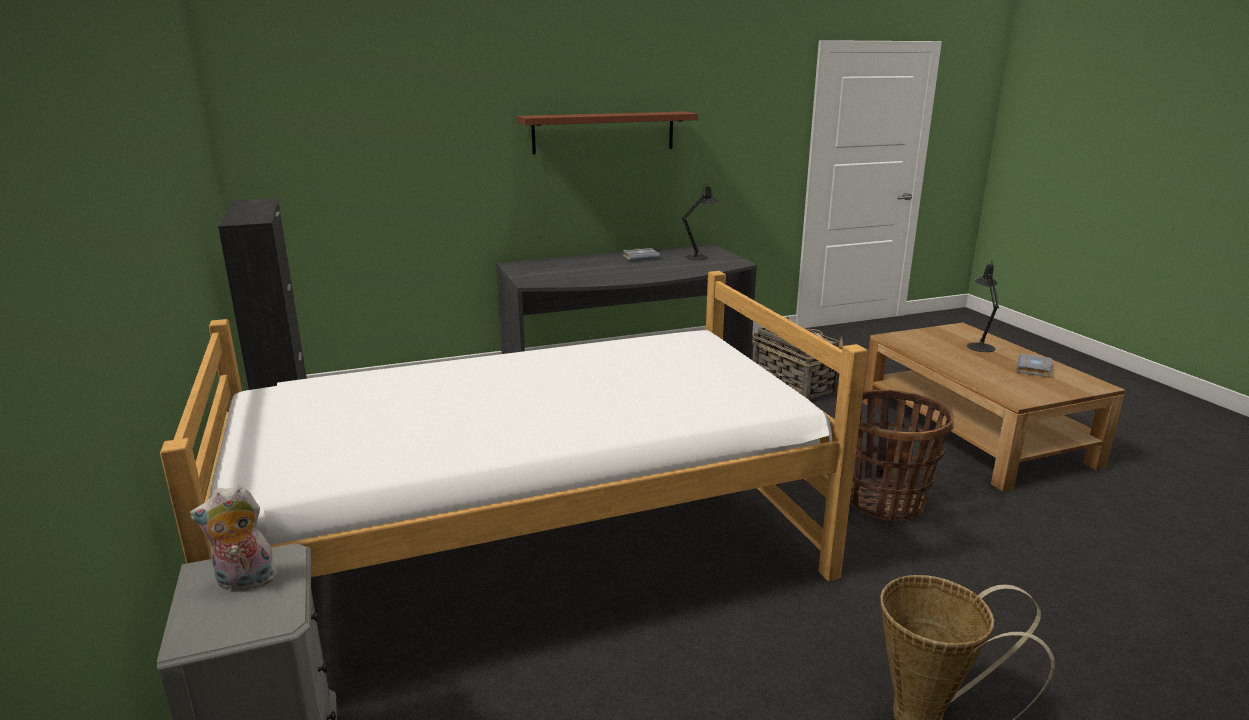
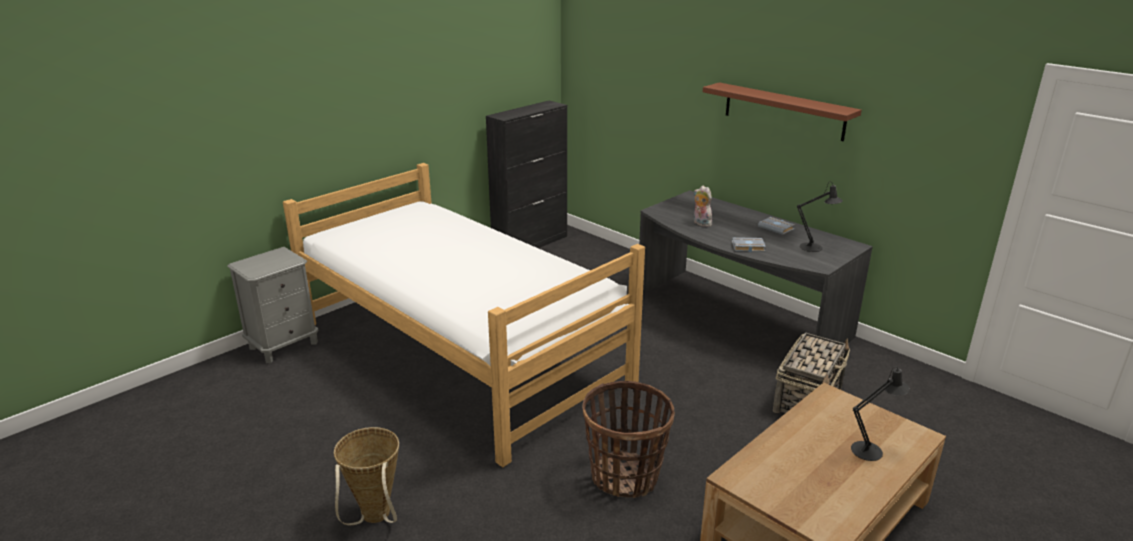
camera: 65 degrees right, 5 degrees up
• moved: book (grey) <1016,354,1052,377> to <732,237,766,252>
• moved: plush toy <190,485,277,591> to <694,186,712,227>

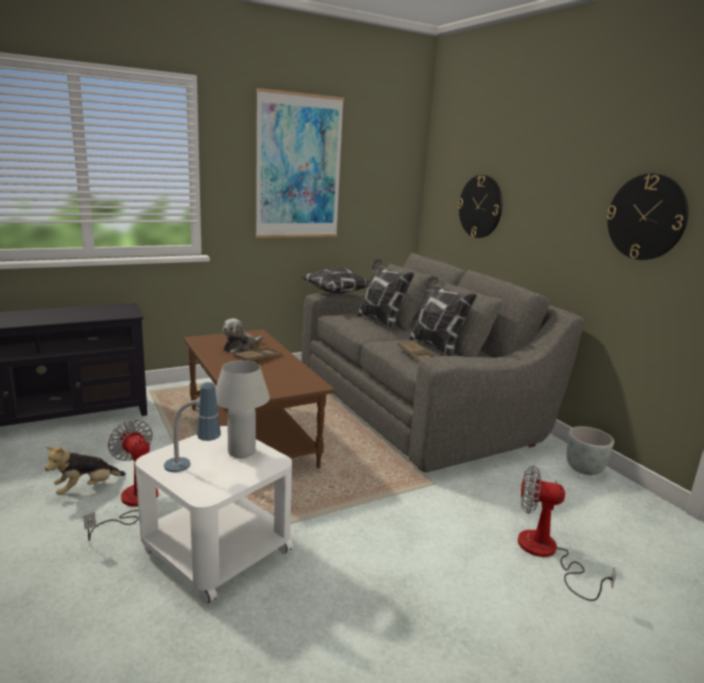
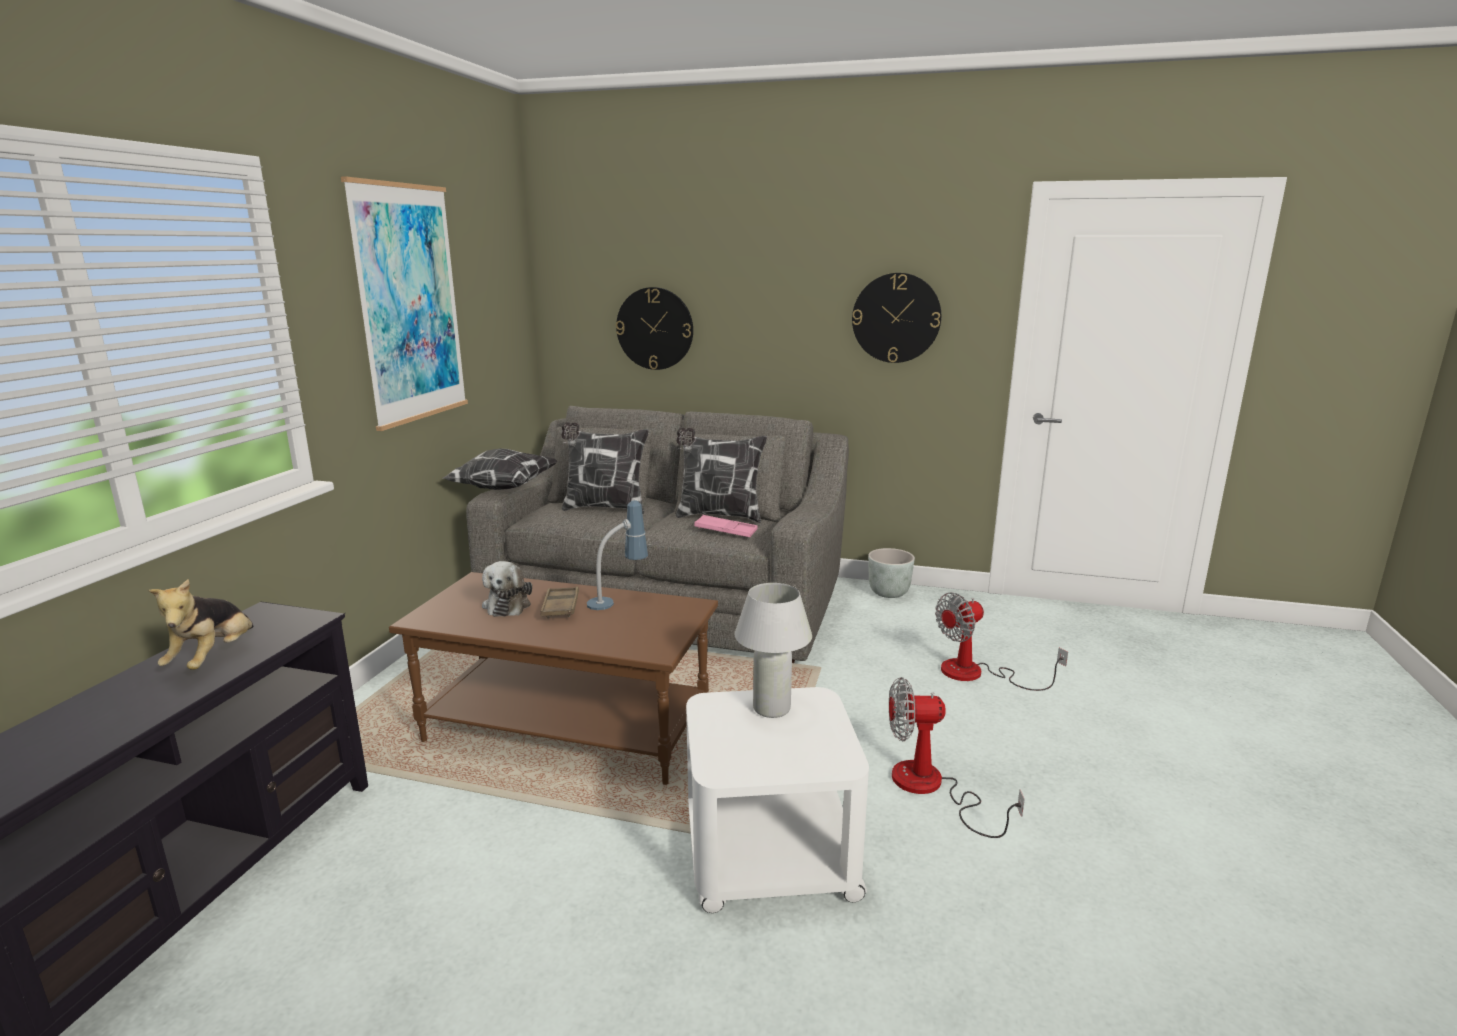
camera: 45 degrees left, 0 degrees up
• recoloured: tray (brown) <398,341,435,362> to tray (pink) <694,515,758,537>
• moved: table lamp <164,382,221,472> to <587,500,648,610>
• moved: fan <83,419,158,541> to <889,677,1025,838>
• moved: plush toy <45,447,126,495> to <149,579,253,670>

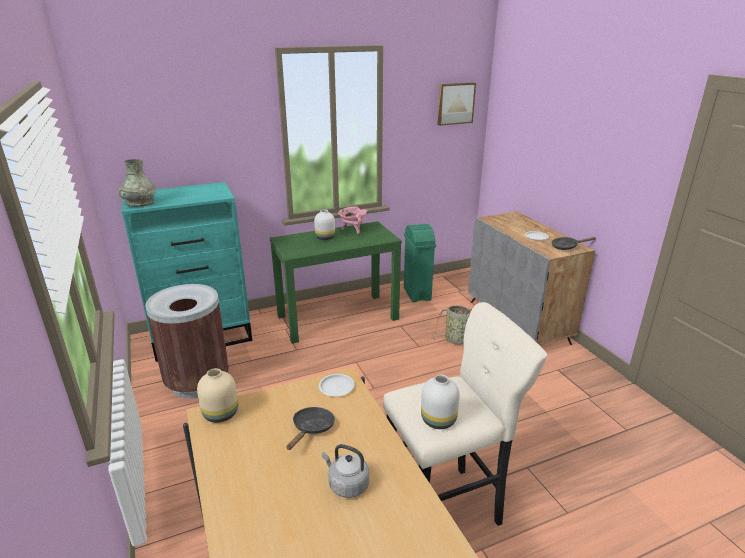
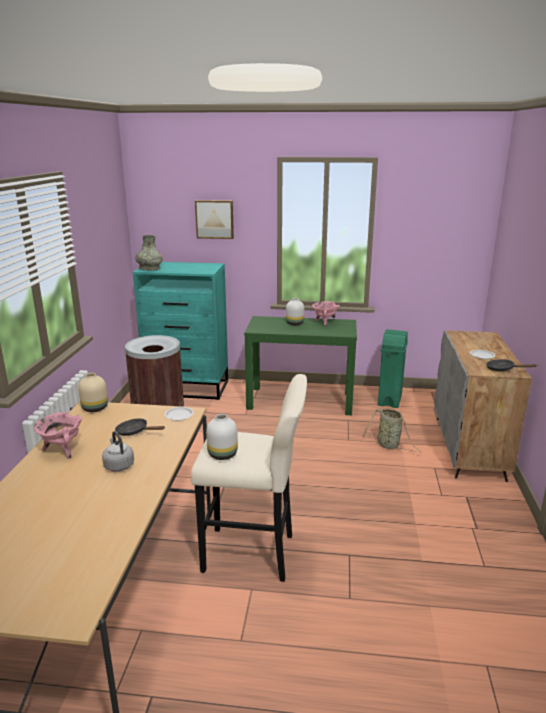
camera: 30 degrees right, 5 degrees down
• moved: picture <437,82,476,126> to <195,200,234,239>
• turned: frying pan (black) <287,407,335,450> = <115,418,165,436> 120 degrees counterclockwise
• added: cooking pot (pink) <34,412,82,459>

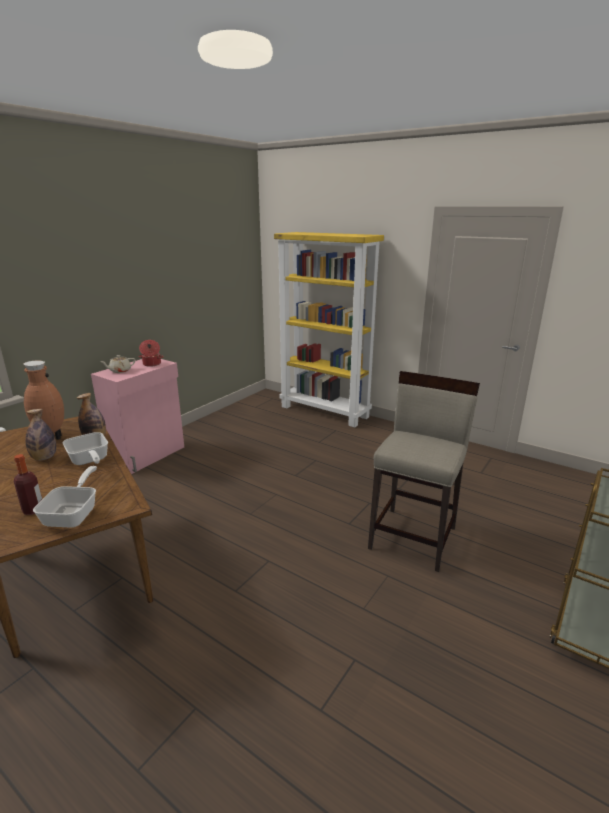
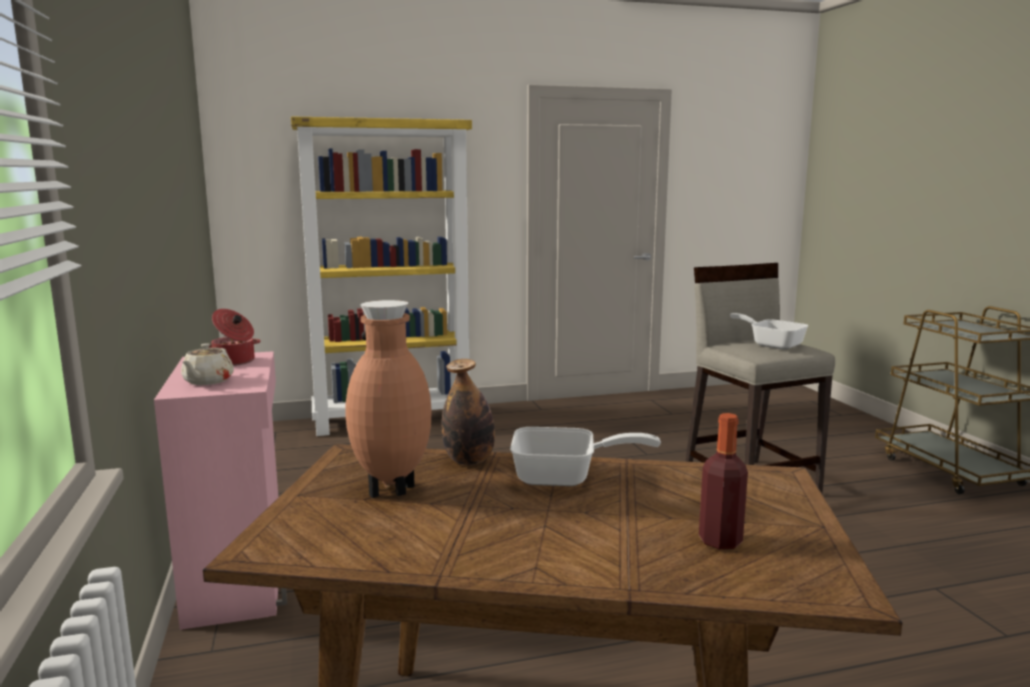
camera: 50 degrees left, 10 degrees down
• removed: bottle <25,409,56,460>
• moved: frying pan <33,466,97,528> to <730,313,808,349>

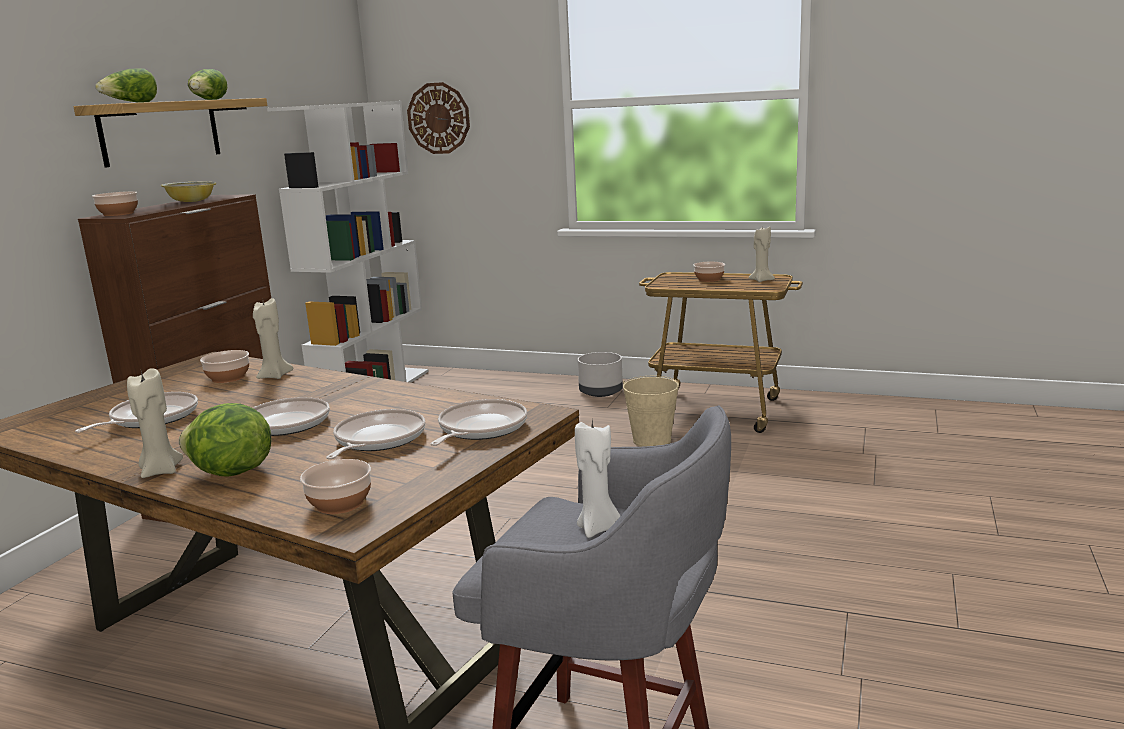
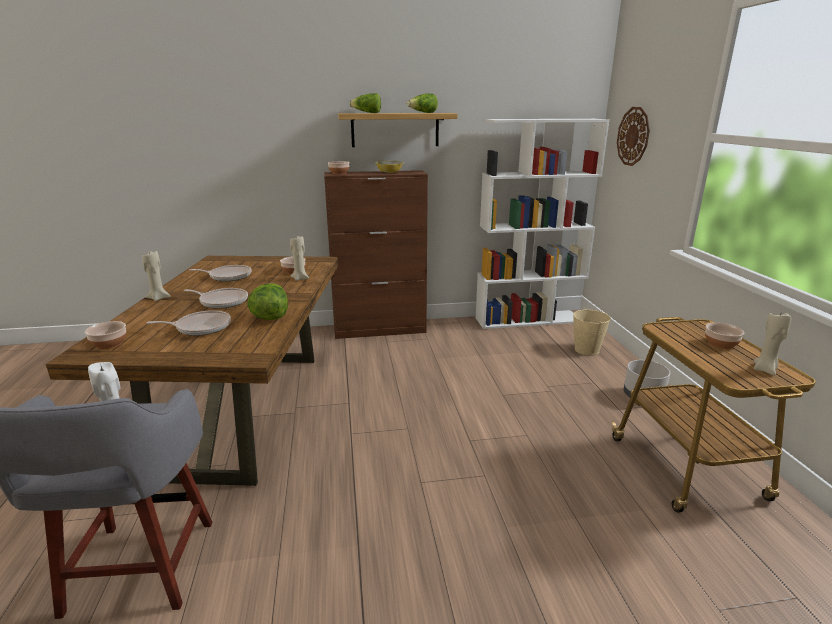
camera: 60 degrees right, 5 degrees up
• moved: bucket (beige) <623,376,679,447> to <573,308,611,356>
• removed: frying pan <431,399,527,446>
• moved: lettuce <179,403,272,477> to <247,283,288,320>

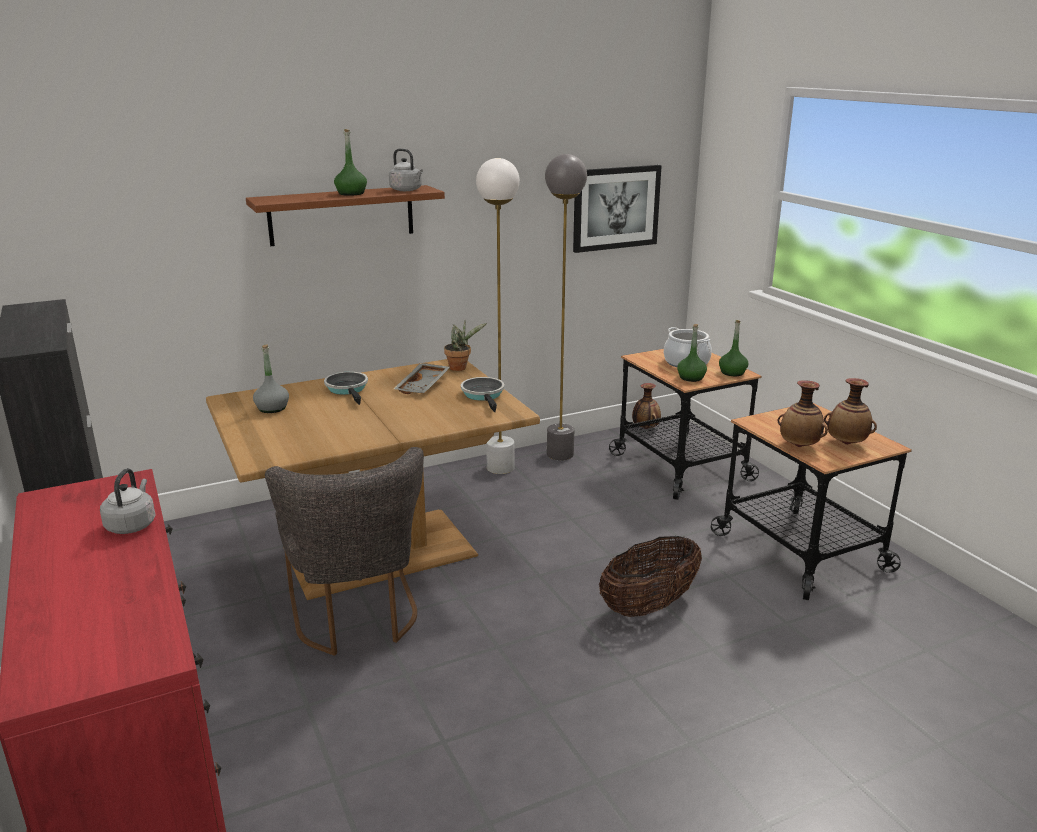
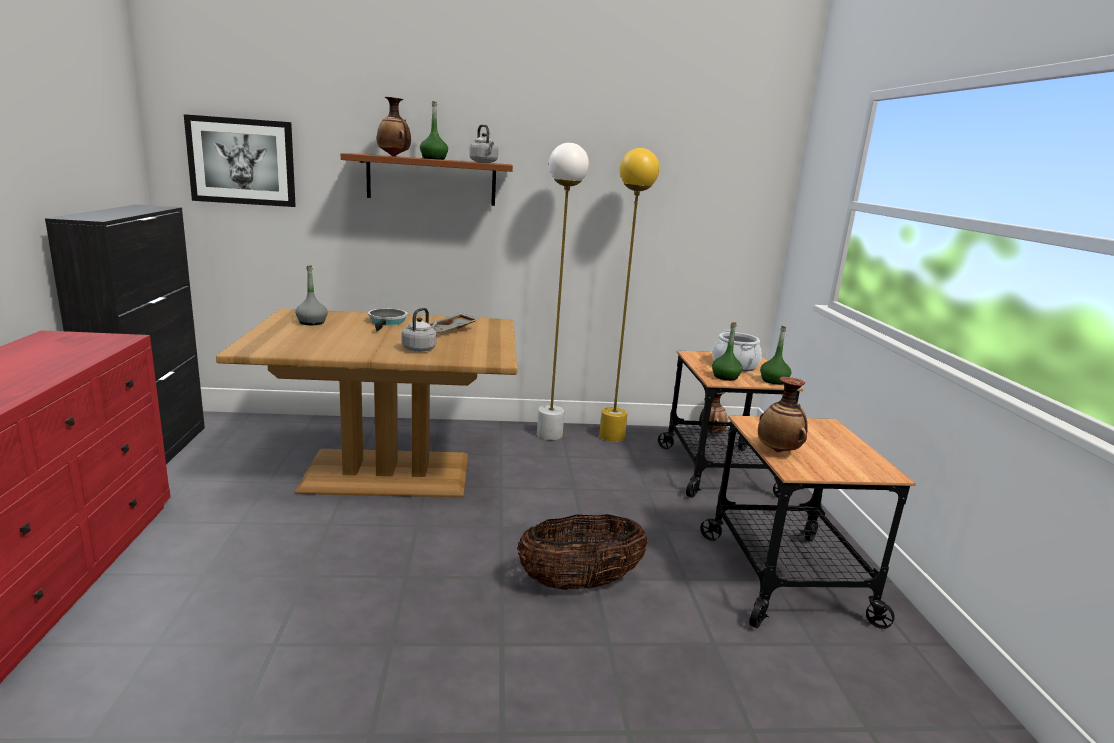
camera: 20 degrees right, 5 degrees down
• recoloured: floor lamp (grey) <545,154,587,461> to floor lamp (yellow) <599,148,660,442>
• moved: picture <573,165,662,253> to <184,114,296,207>
• removed: potted plant <444,320,487,371>
• removed: frying pan <461,377,505,412>
• moved: vase <824,378,877,445> to <377,97,411,156>
• removed: chair (grey) <265,447,424,656>
• moved: kettle (grey) <100,468,156,534> to <402,308,437,352>

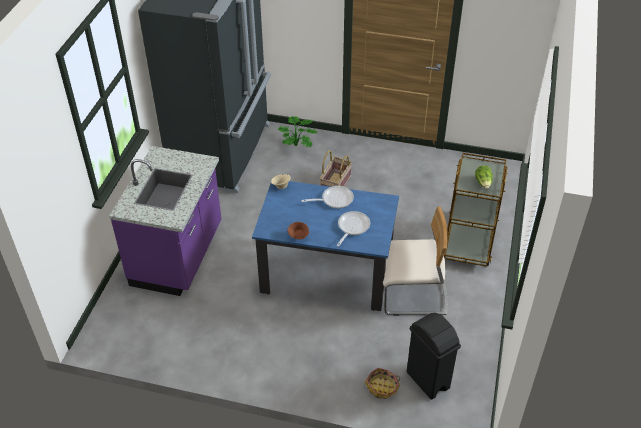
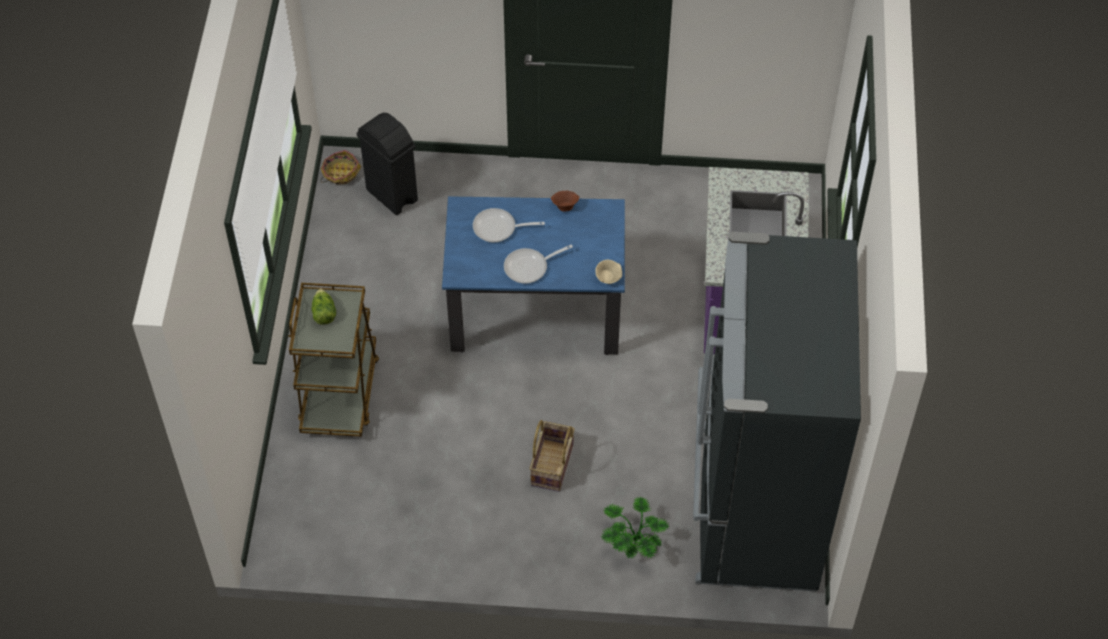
camera: 170 degrees right, 10 degrees up
• removed: chair (beige) <383,206,448,315>
• turned: frying pan <337,211,370,247> = <473,208,545,243> 75 degrees clockwise
• moved: basket <364,368,400,399> to <320,150,361,185>

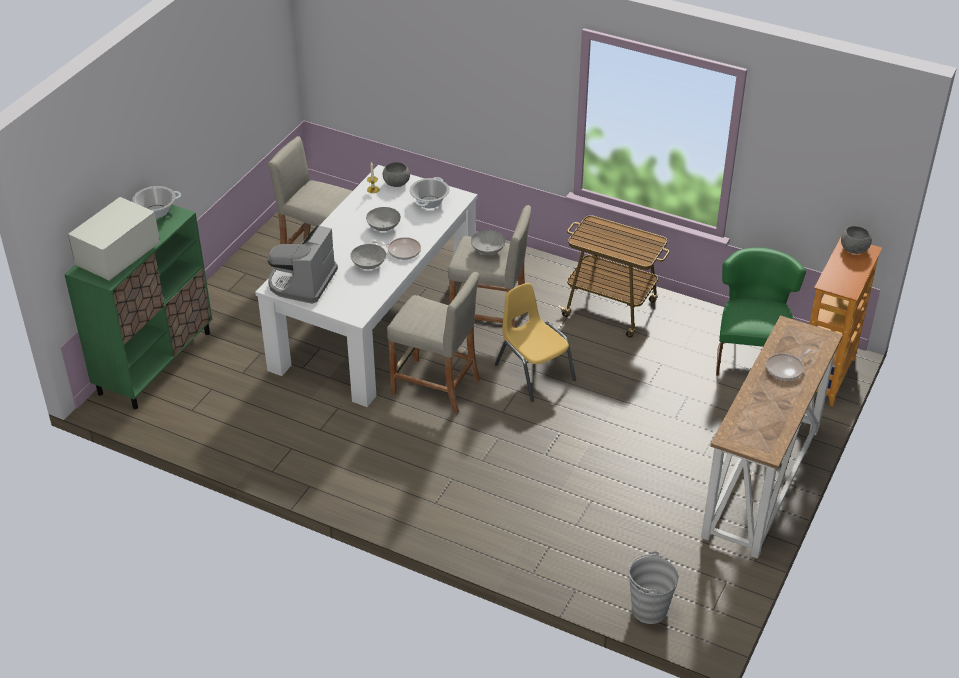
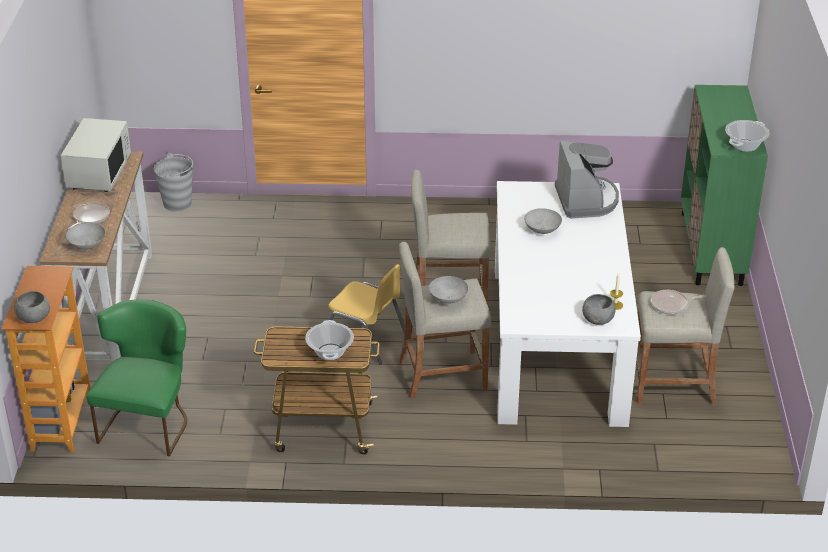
camera: 155 degrees right, 5 degrees down
• moved: cooking pot <410,177,450,208> to <305,320,354,360>
• moved: microwave (white) <68,197,160,281> to <61,118,131,192>
• moved: bowl (grey) <366,207,401,231> to <66,223,105,250>
• moved: frying pan <372,237,421,260> to <651,290,706,314>
• turned: chair (green) <716,247,806,376> = <86,300,187,456> 150 degrees counterclockwise

